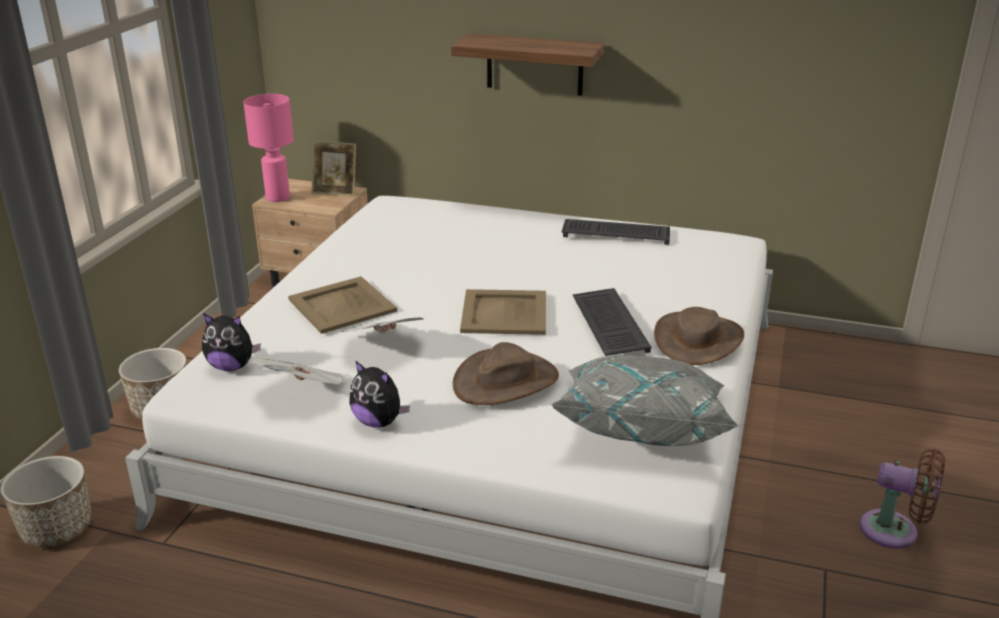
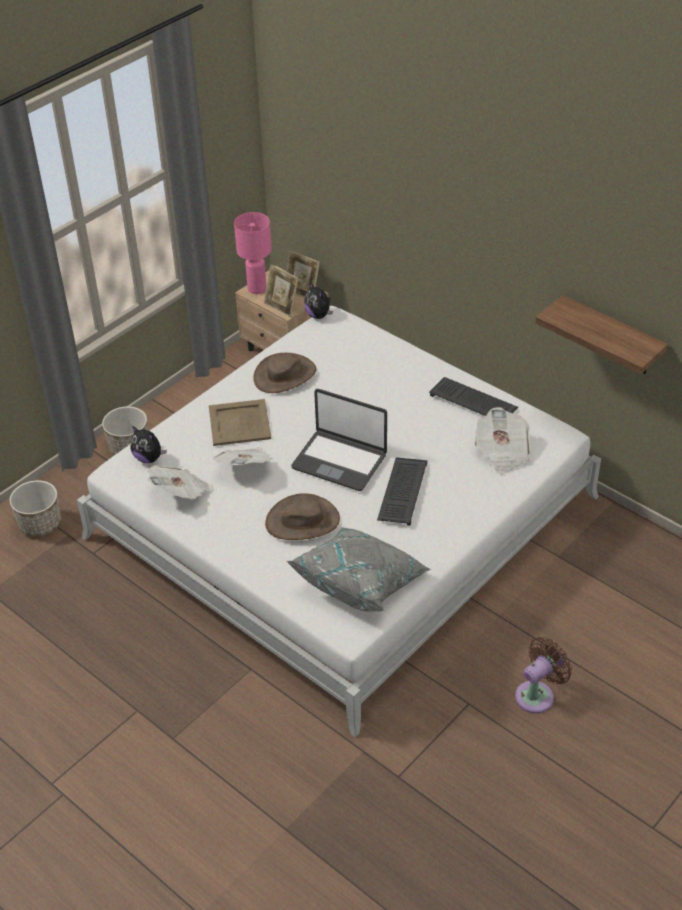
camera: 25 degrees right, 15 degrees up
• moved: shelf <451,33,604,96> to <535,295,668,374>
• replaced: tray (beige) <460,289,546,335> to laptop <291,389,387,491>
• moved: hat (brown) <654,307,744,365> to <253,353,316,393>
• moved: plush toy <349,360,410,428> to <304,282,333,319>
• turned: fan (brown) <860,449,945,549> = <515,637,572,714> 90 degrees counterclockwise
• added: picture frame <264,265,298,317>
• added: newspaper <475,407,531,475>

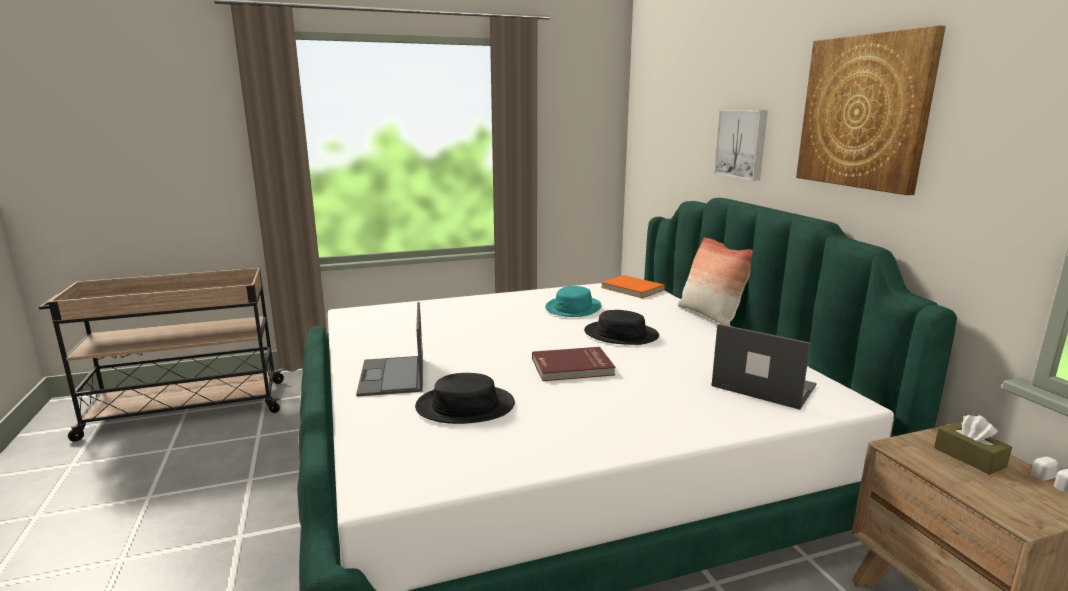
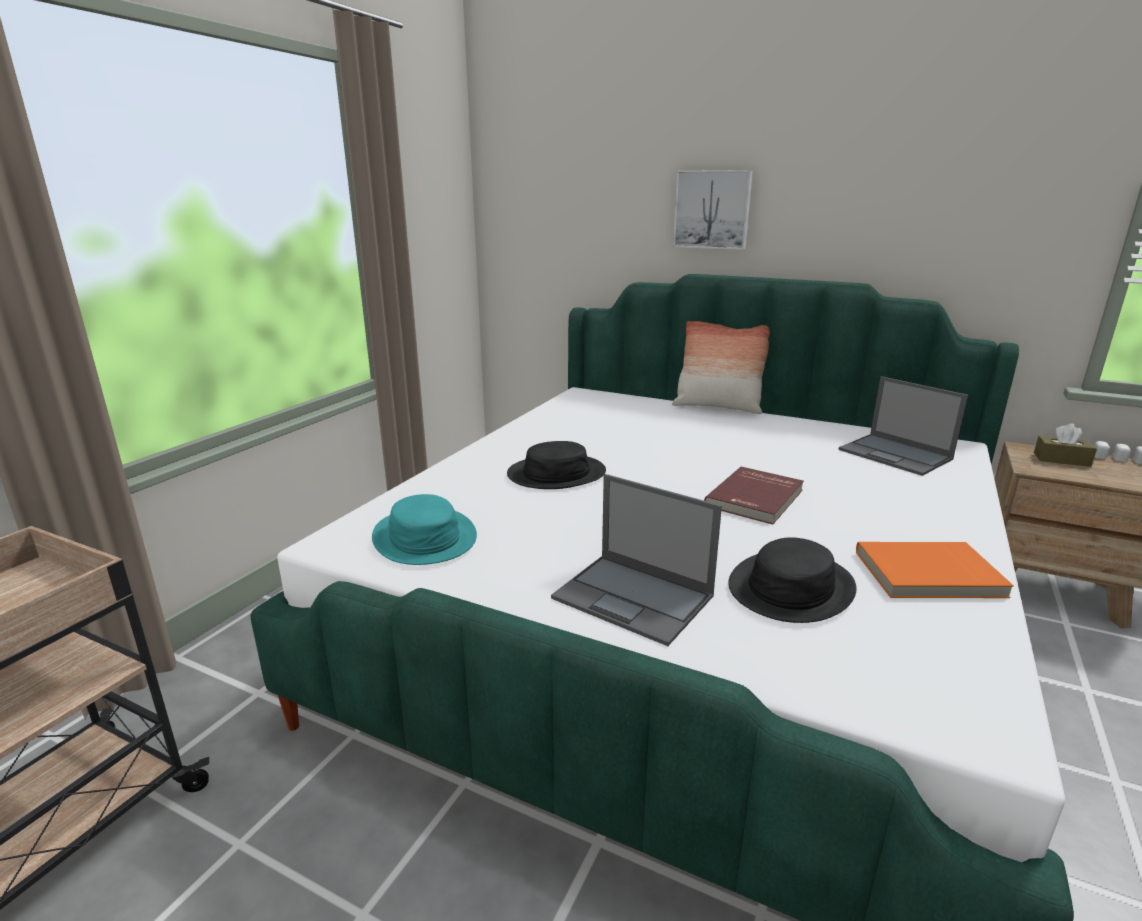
camera: 45 degrees left, 5 degrees up
• removed: picture <796,25,946,195>
• moved: book (orange) <601,275,665,298> to <856,542,1014,598>
• moved: hat (turquoise) <545,286,601,317> to <372,494,477,565>
• moved: hat (black) <584,310,659,345> to <507,441,606,489>
• turned: laptop <711,324,817,410> = <839,376,968,476> 120 degrees counterclockwise

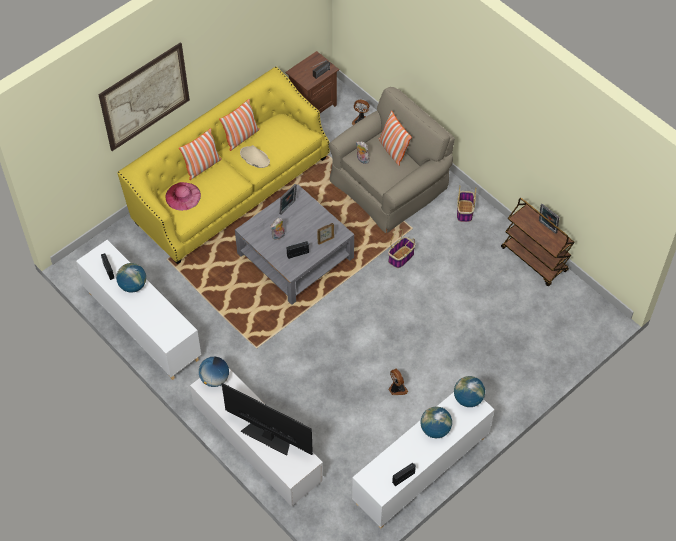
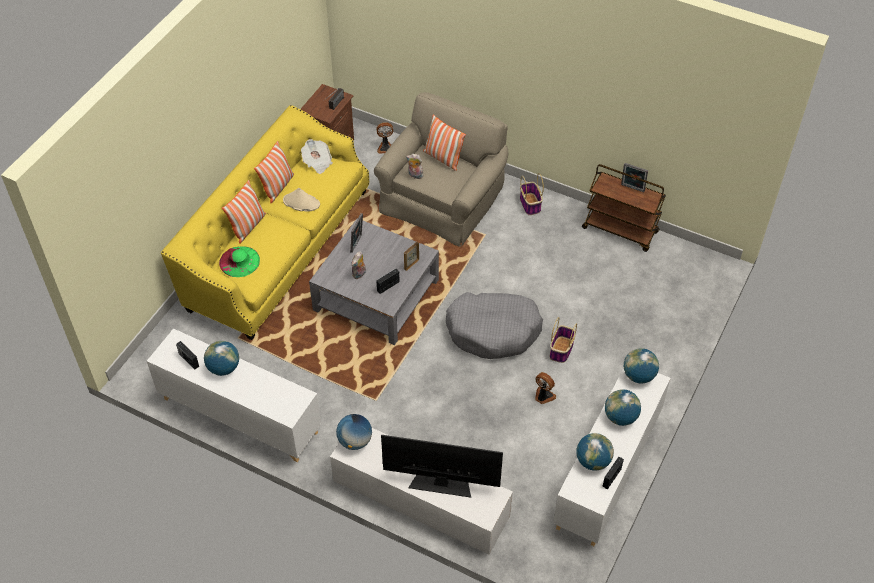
camera: 20 degrees left, 5 degrees down
• removed: picture <98,42,190,151>
• recoloured: hat (pink) <165,182,201,211> to hat (green) <219,246,260,277>
• moved: basket <388,229,415,268> to <550,317,577,363>
• added: newspaper <301,139,333,174>
• added: dog bed (grey) <446,292,543,359>
• added: globe <577,433,614,471>

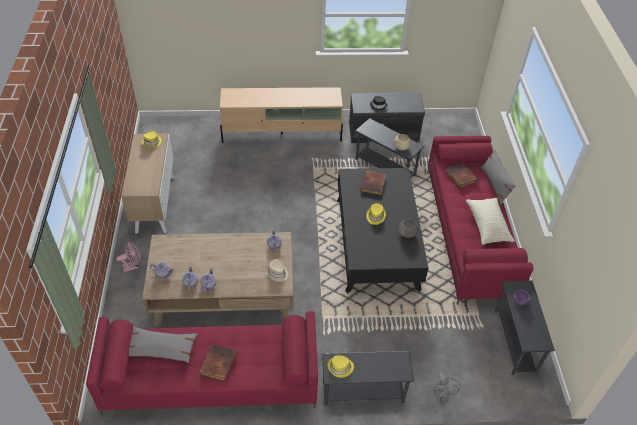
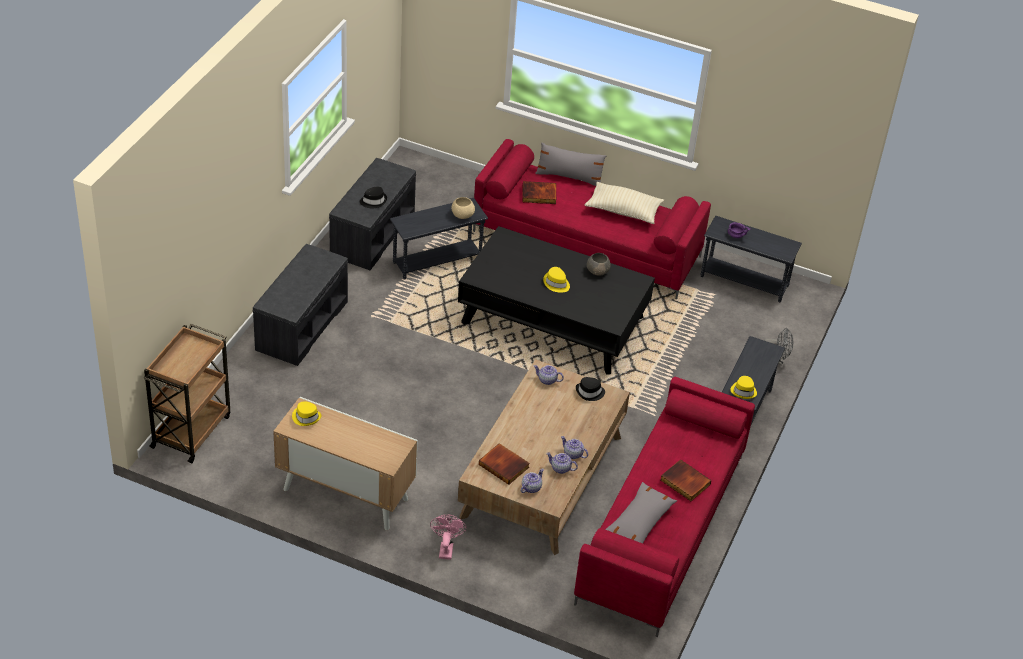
camera: 65 degrees left, 5 degrees down
• replaced: tv stand (beige) <220,87,343,143> to bench (grey) <253,244,348,366>
• moved: book <360,170,386,195> to <479,443,530,485>
• recoloured: hat (beige) <266,259,288,282> to hat (black) <576,377,605,401>
• added: cart (brown) <143,324,230,464>

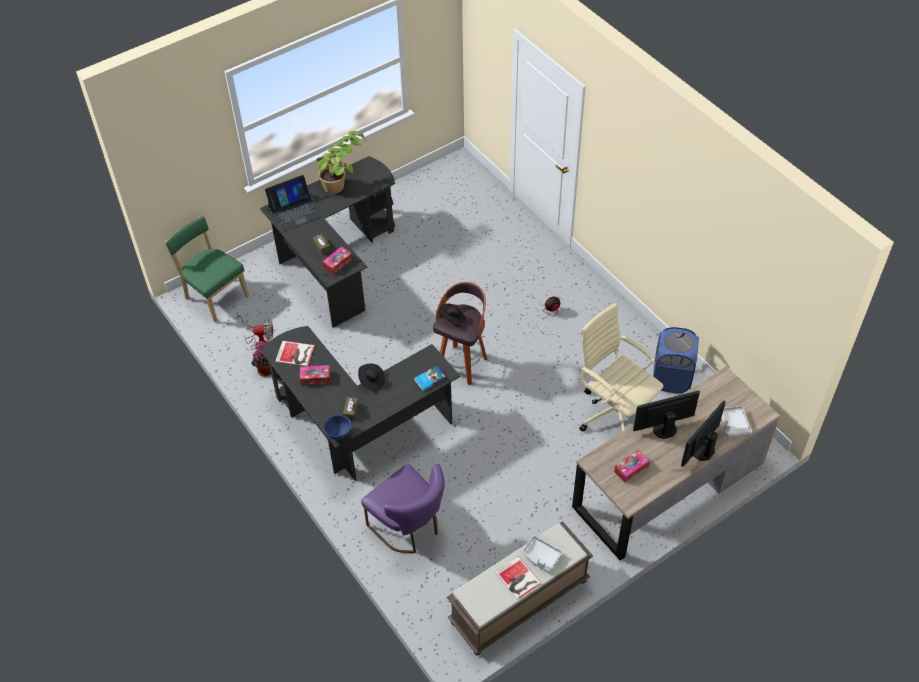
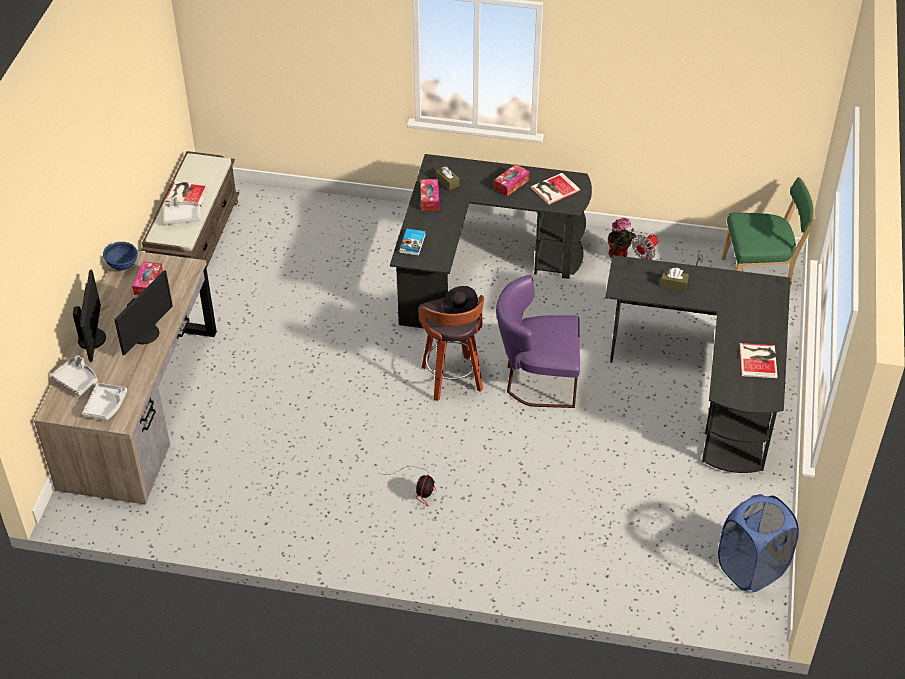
camera: 135 degrees right, 5 degrees down
• replaced: potted plant <317,130,366,194> to book <739,343,778,378>
• removed: laptop <265,175,322,231>
• moved: tissue box <322,246,352,274> to <420,179,439,211>
• removed: office chair (beige) <579,303,664,432>
• moved: laundry basket (blue) <653,327,699,393> to <718,494,799,592>
• removed: hat (black) <358,364,385,391>
• moved: bowl (blue) <323,414,352,440> to <103,242,138,271>
• moved: chair (purple) <361,464,445,553> to <496,275,580,408>
• added: tray (grey) <82,383,127,420>

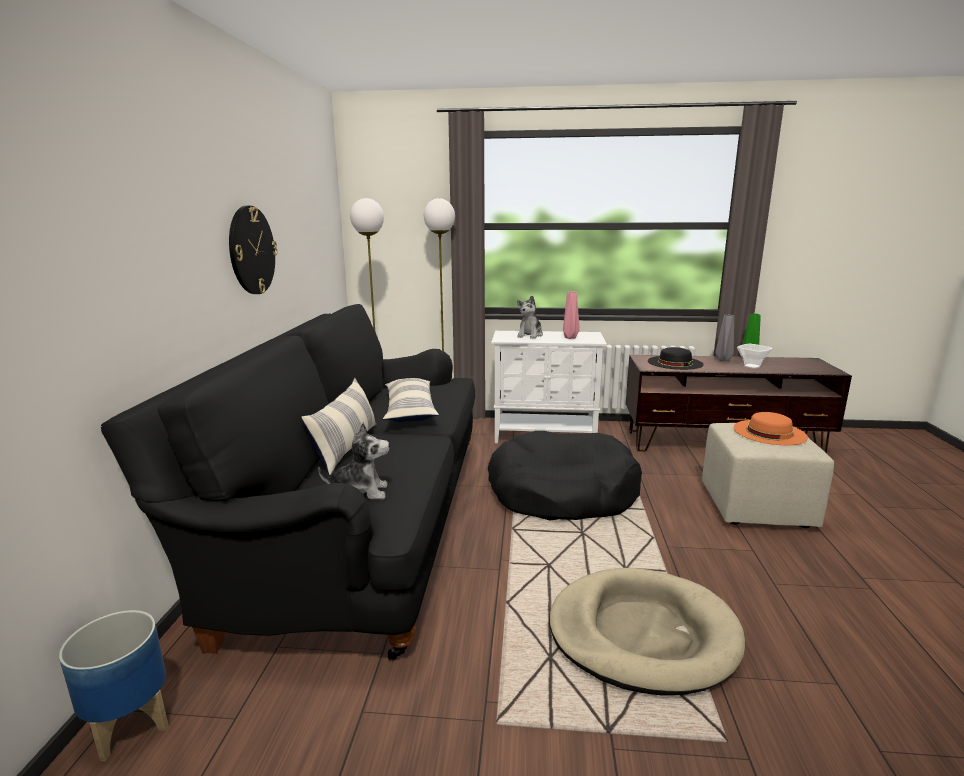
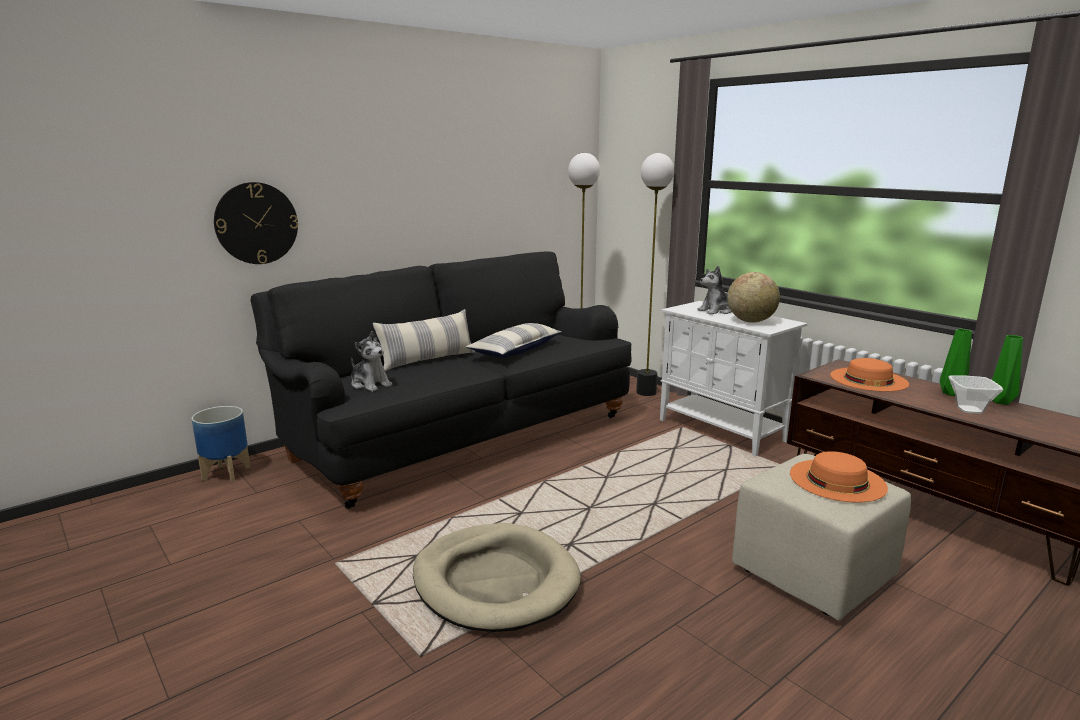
camera: 45 degrees right, 0 degrees up
• moved: wall clock <229,206,278,294> to <214,182,298,264>
• replaced: vase (pink) <563,291,580,339> to globe <727,272,780,323>
• recoloured: vase (grey) <715,315,734,361> to vase (green) <940,329,972,396>
• recoloured: hat (black) <648,347,703,370> to hat (orange) <830,358,909,392>
• removed: dog bed (black) <488,431,642,520>

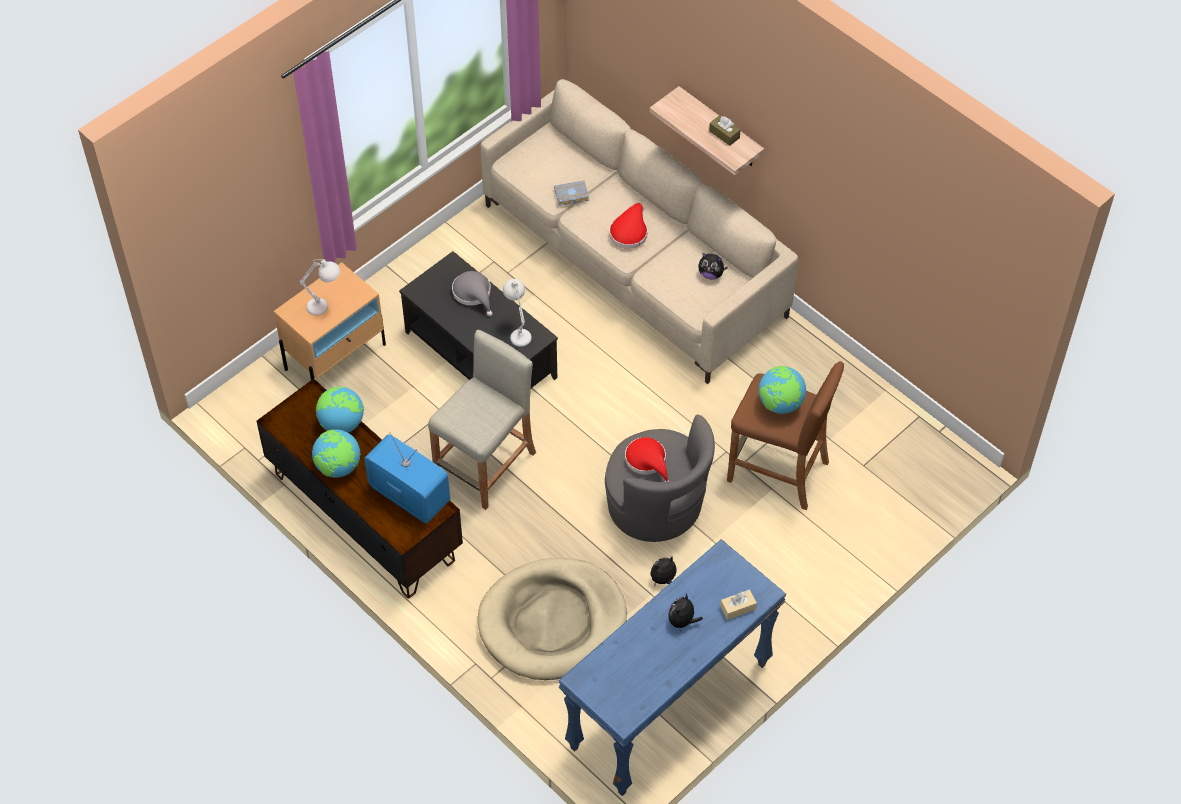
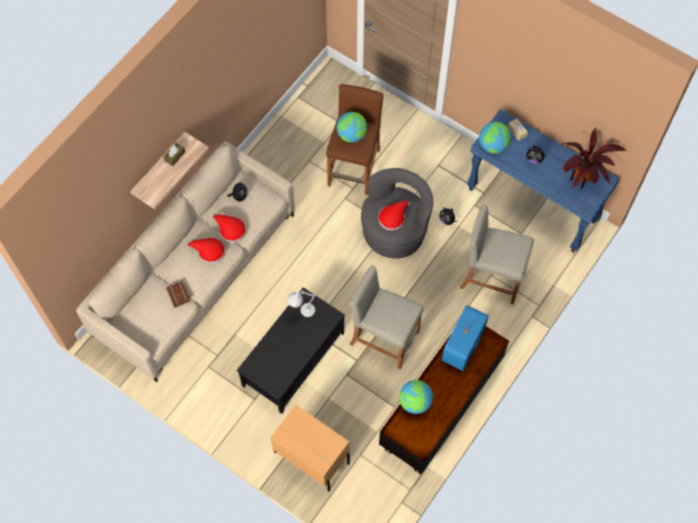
camera: 100 degrees left, 10 degrees up
• recoloured: book (grey) <554,180,589,206> to book (brown) <166,281,190,307>
• removed: table lamp (white) <300,259,341,315>
• removed: hat (grey) <452,271,493,316>
• moved: globe <312,430,361,478> to <479,122,511,154>
• replaced: dog bed (beige) <478,558,627,680> to stool (beige) <460,204,534,304>
• added: potted plant <562,129,627,188>
• added: hat (red) <211,214,246,243>

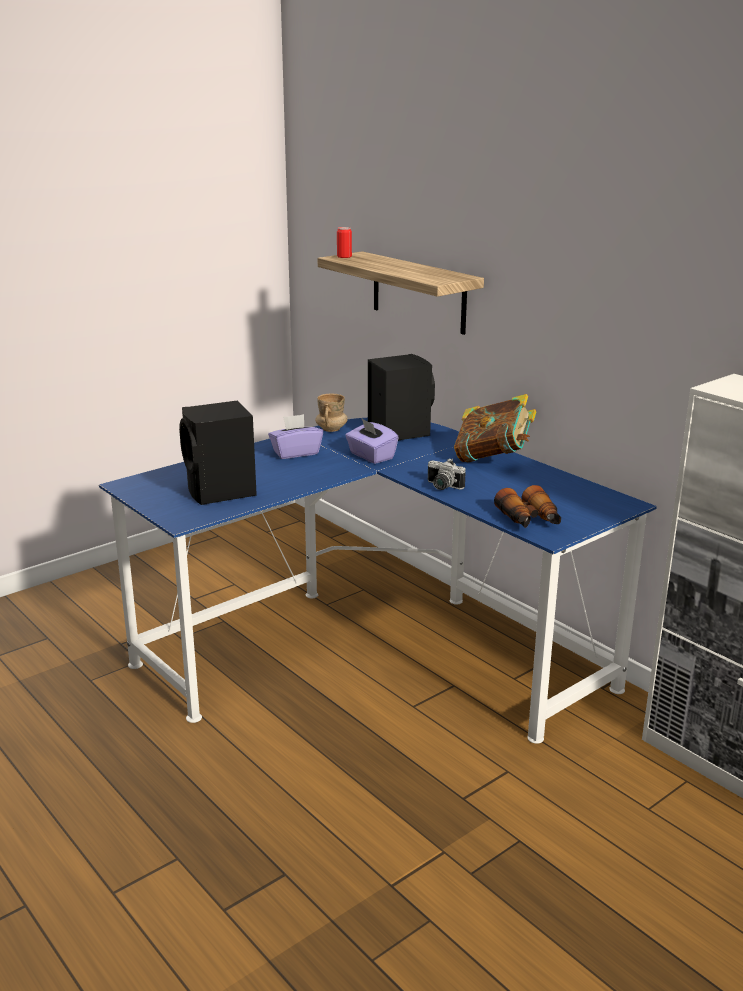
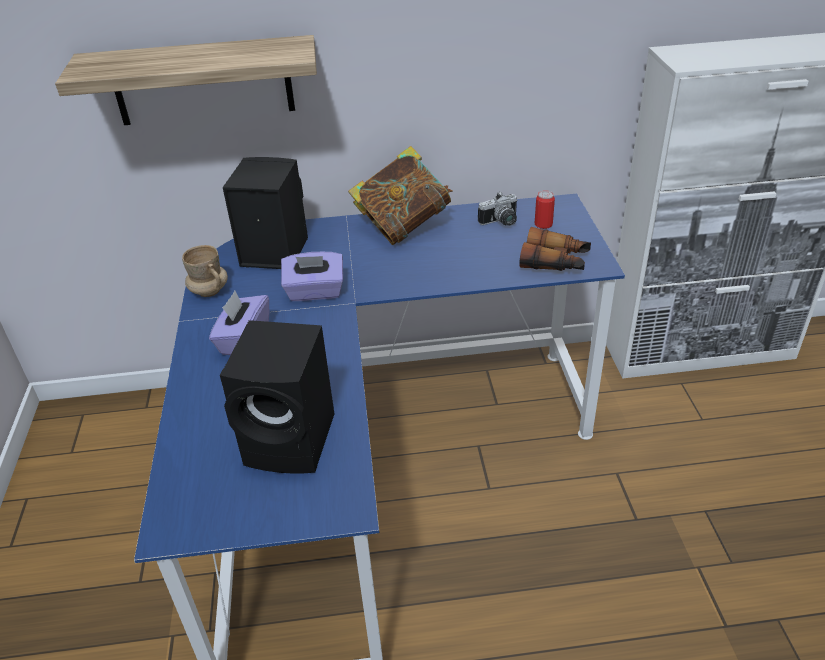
camera: 55 degrees left, 15 degrees up
• moved: can <337,227,352,258> to <535,190,555,229>
• moved: photo camera <428,458,466,490> to <478,192,517,226>

